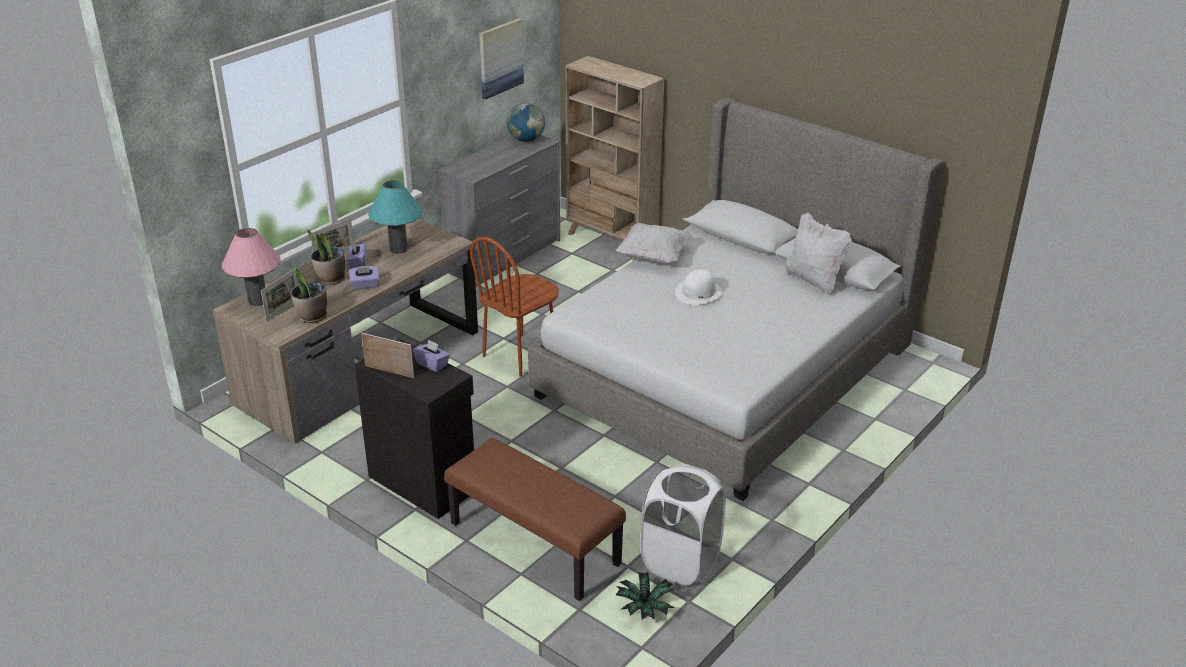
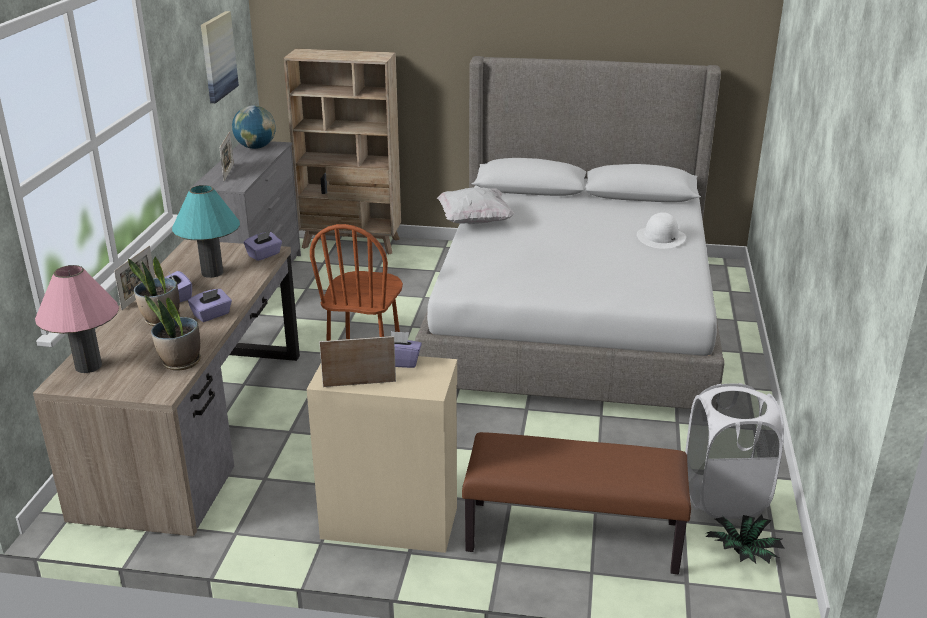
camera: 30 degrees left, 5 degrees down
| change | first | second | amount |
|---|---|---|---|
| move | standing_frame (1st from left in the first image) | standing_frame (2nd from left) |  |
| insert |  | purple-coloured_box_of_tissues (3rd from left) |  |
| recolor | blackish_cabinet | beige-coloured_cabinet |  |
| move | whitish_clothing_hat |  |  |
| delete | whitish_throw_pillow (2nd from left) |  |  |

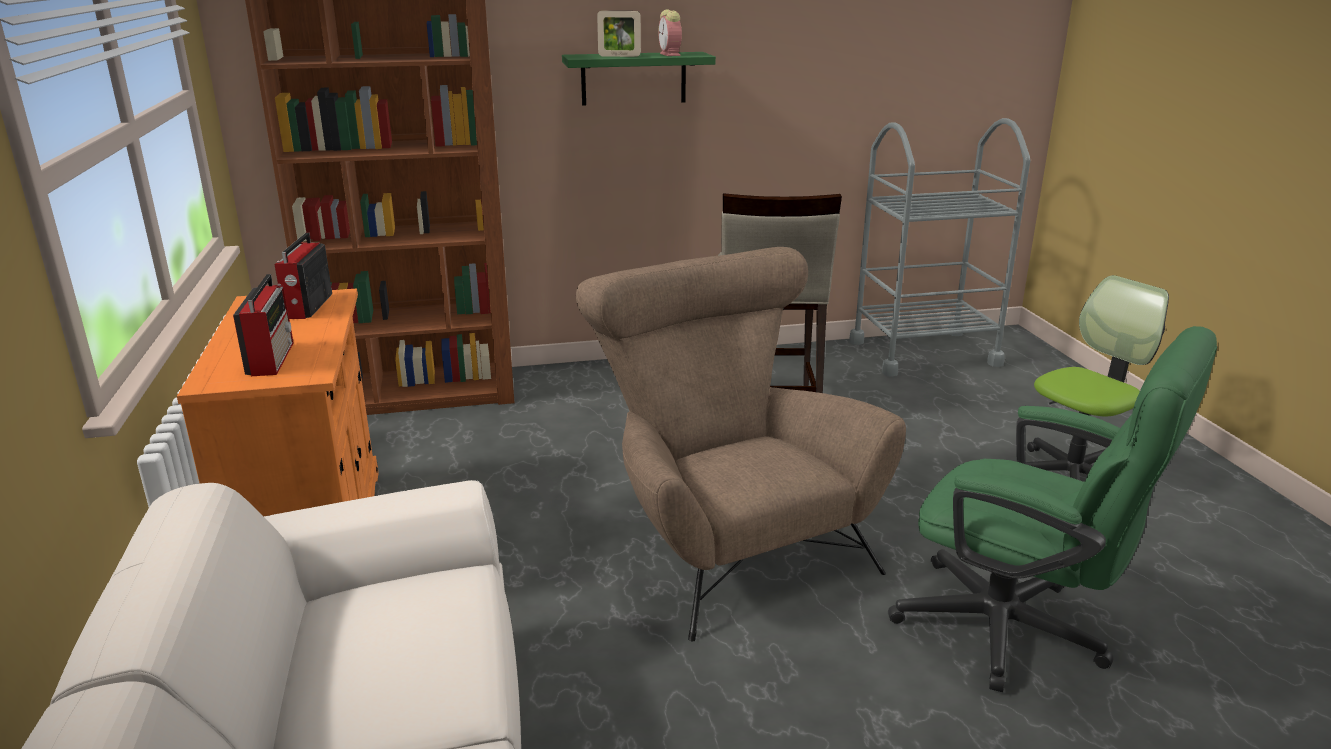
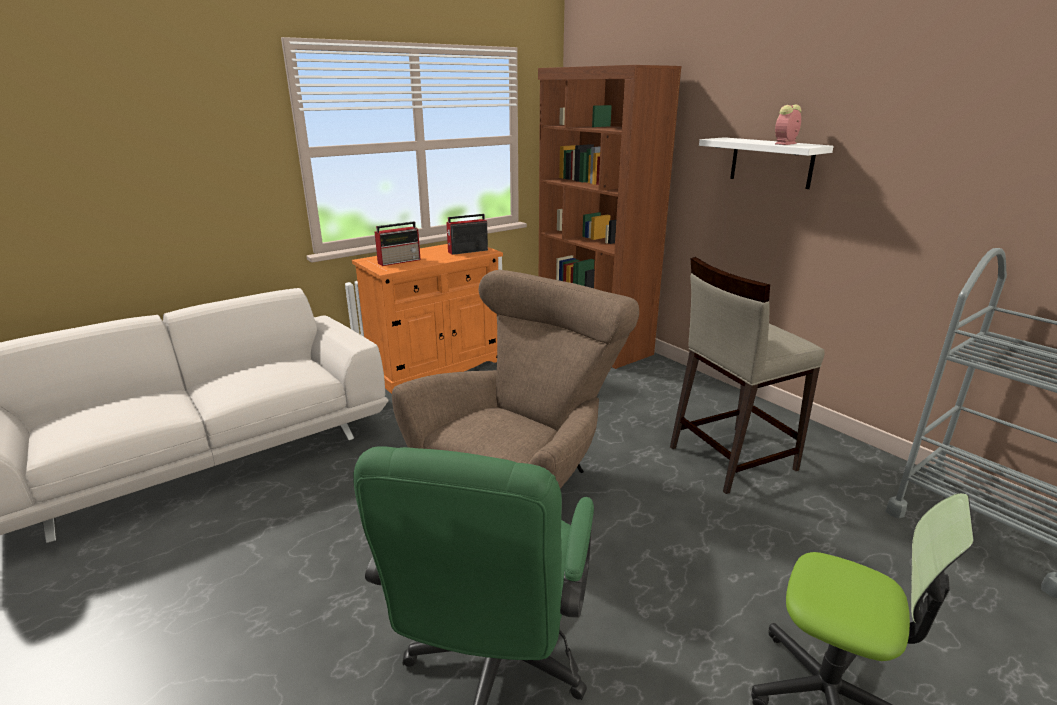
camera: 65 degrees right, 0 degrees up
| change | first | second | amount |
|---|---|---|---|
| recolor | green_shelf | whitish_shelf |  |
| delete | standing_frame |  |  |

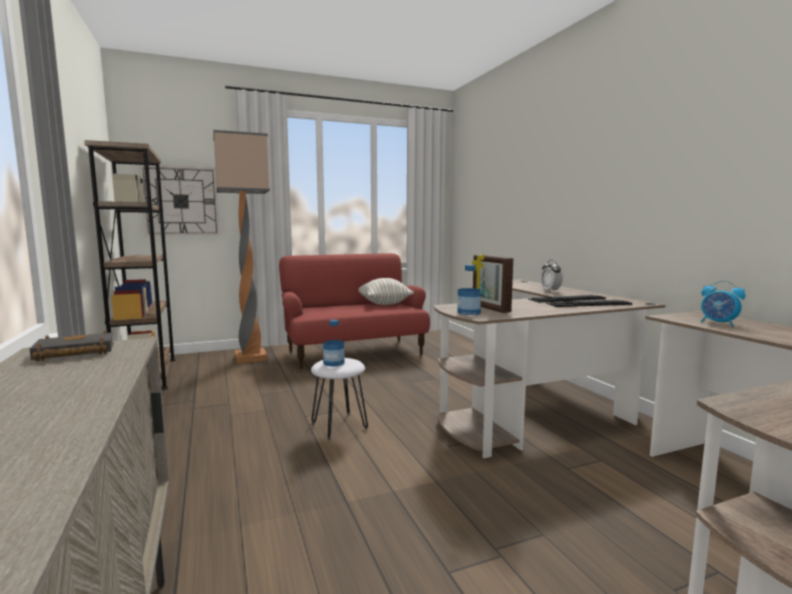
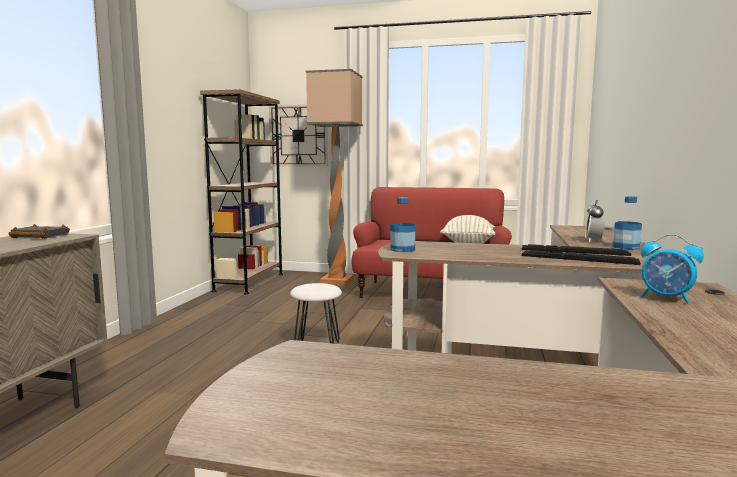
camera: 35 degrees right, 0 degrees up
| change | first | second | amount |
|---|---|---|---|
| move | bottle (1st from left in the first image) | bottle (2nd from left) |  |
| rotate | alarm_clock (2nd from left) |  | 45 degrees counterclockwise |
| delete | standing_frame |  |  |

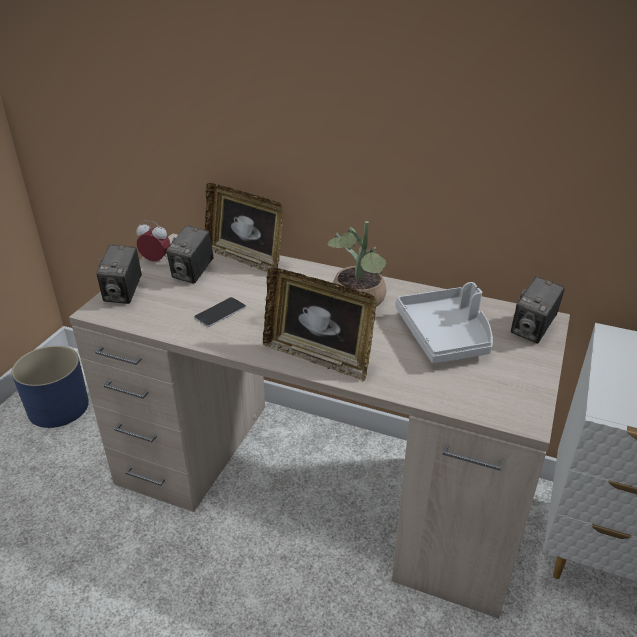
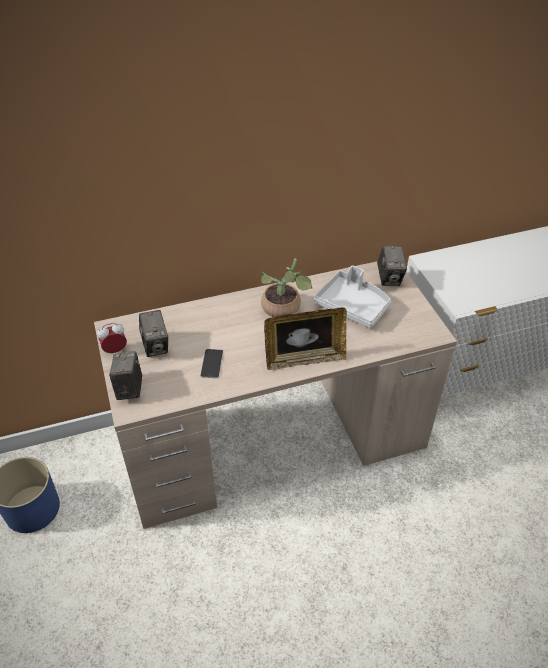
camera: 40 degrees left, 10 degrees up
| change | first | second | amount |
|---|---|---|---|
| rotate | still_camera (1st from left) |  | 150 degrees counterclockwise |
| delete | standing_frame (1st from left) |  |  |

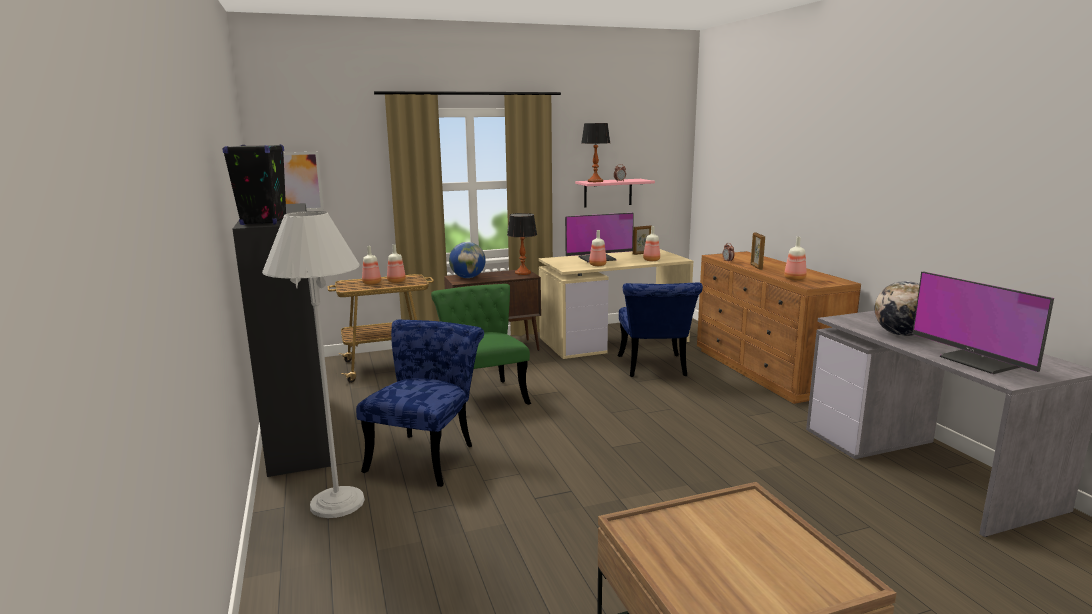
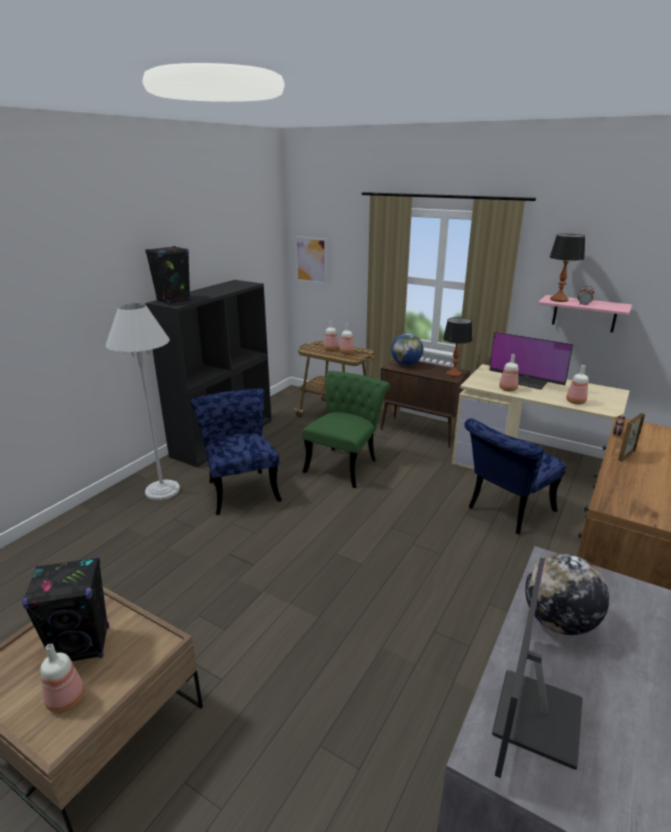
camera: 50 degrees right, 10 degrees up
| change | first | second | amount |
|---|---|---|---|
| insert |  | blackish_loudspeaker (1st from left) |  |
| move | bottle (5th from left in the first image) | bottle (1st from left) |  |
| rotate | bluish_chair (1st from left) |  | 90 degrees counterclockwise |
| delete | standing_frame (1st from left) |  |  |

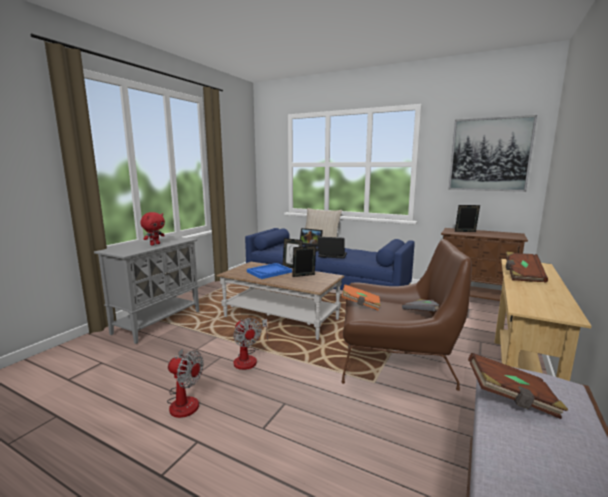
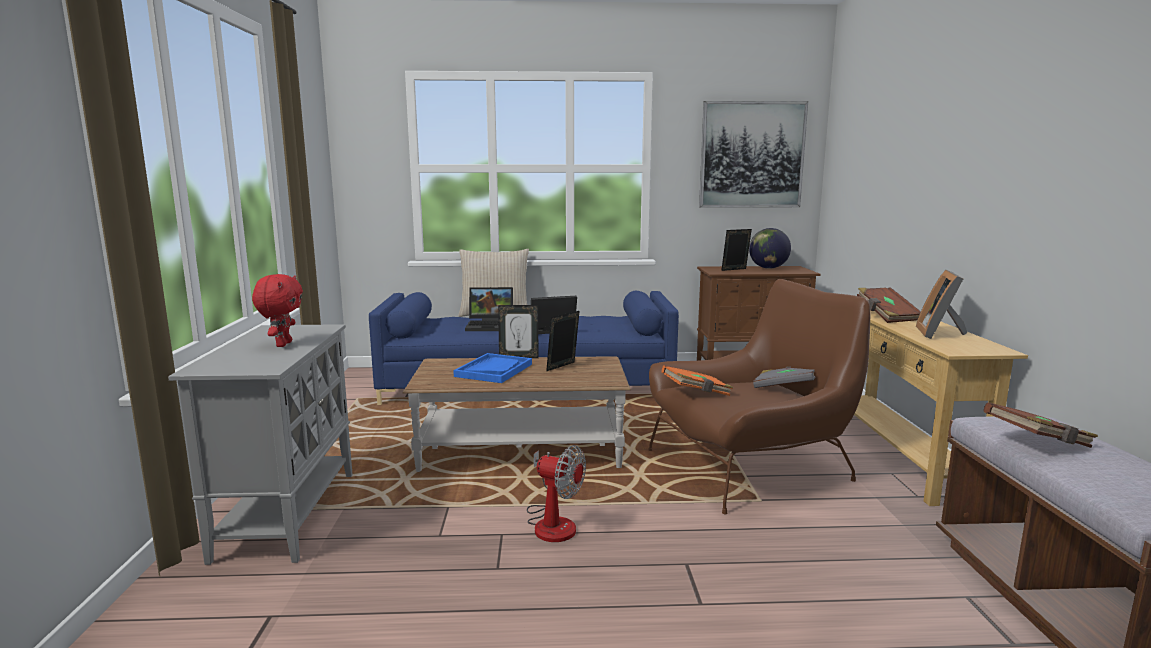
camera: 30 degrees left, 0 degrees up
| change | first | second | amount |
|---|---|---|---|
| insert |  | globe |  |
| insert |  | standing_frame (4th from left) |  |
| delete | electric_fan (1st from left) |  |  |

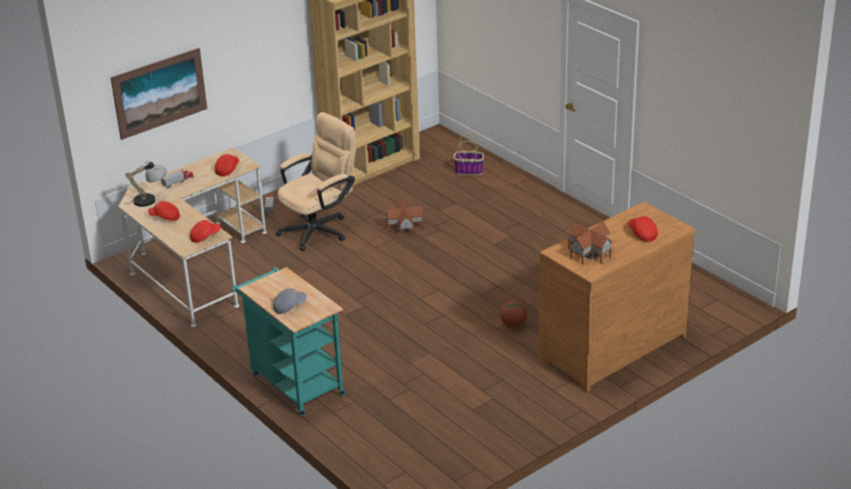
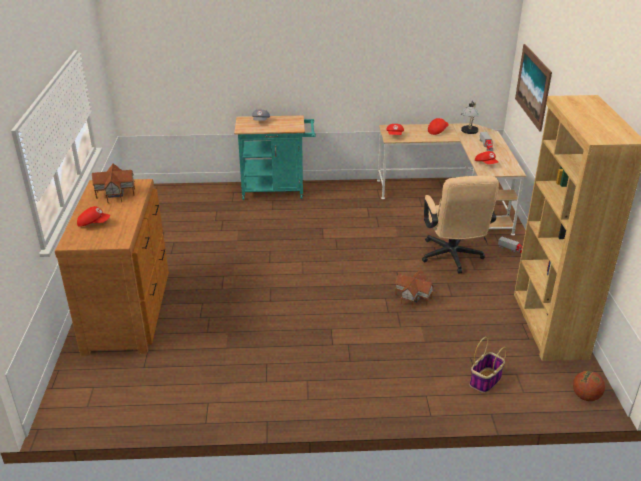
camera: 125 degrees right, 0 degrees up
| change | first | second | amount |
|---|---|---|---|
| move | ball_for_basketball |  |  |

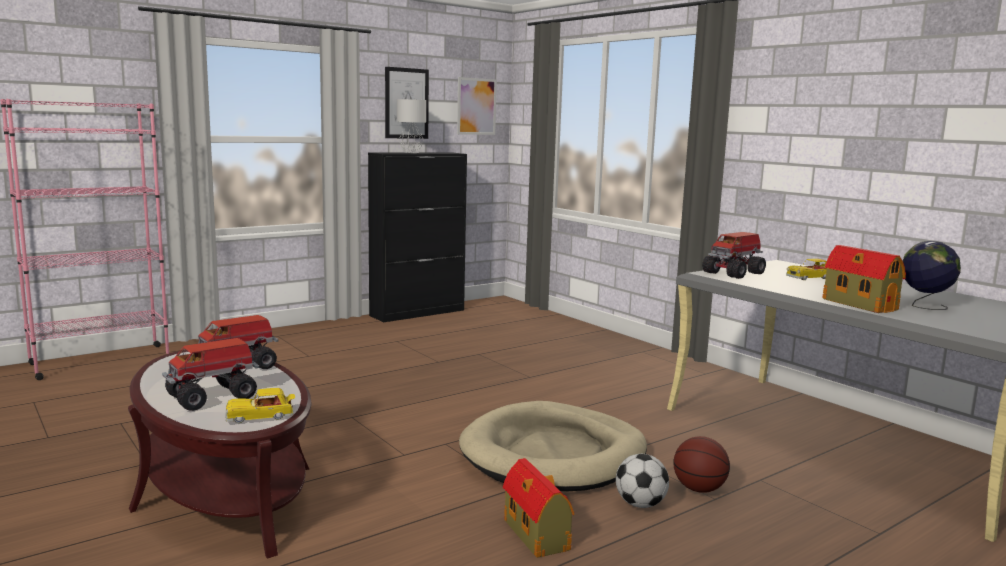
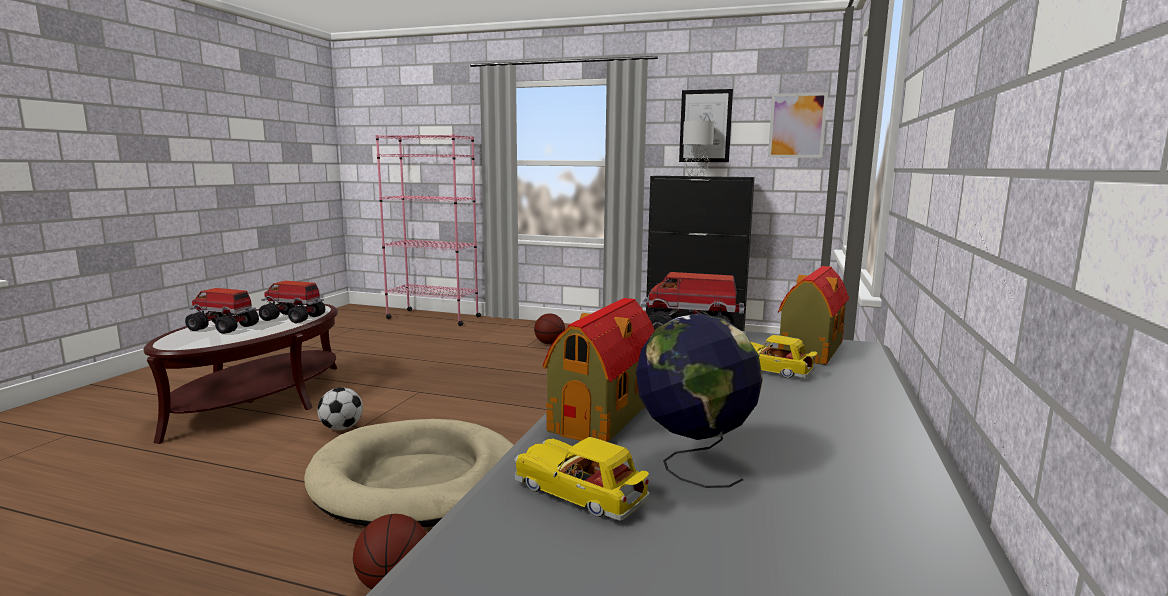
camera: 55 degrees right, 0 degrees up
| change | first | second | amount |
|---|---|---|---|
| move | football_ball |  |  |
| move | model_car (1st from left) |  |  |
| insert |  | ball_for_basketball (2nd from left) |  |
| move | miniature_house (1st from left in the first image) | miniature_house (2nd from left) |  |

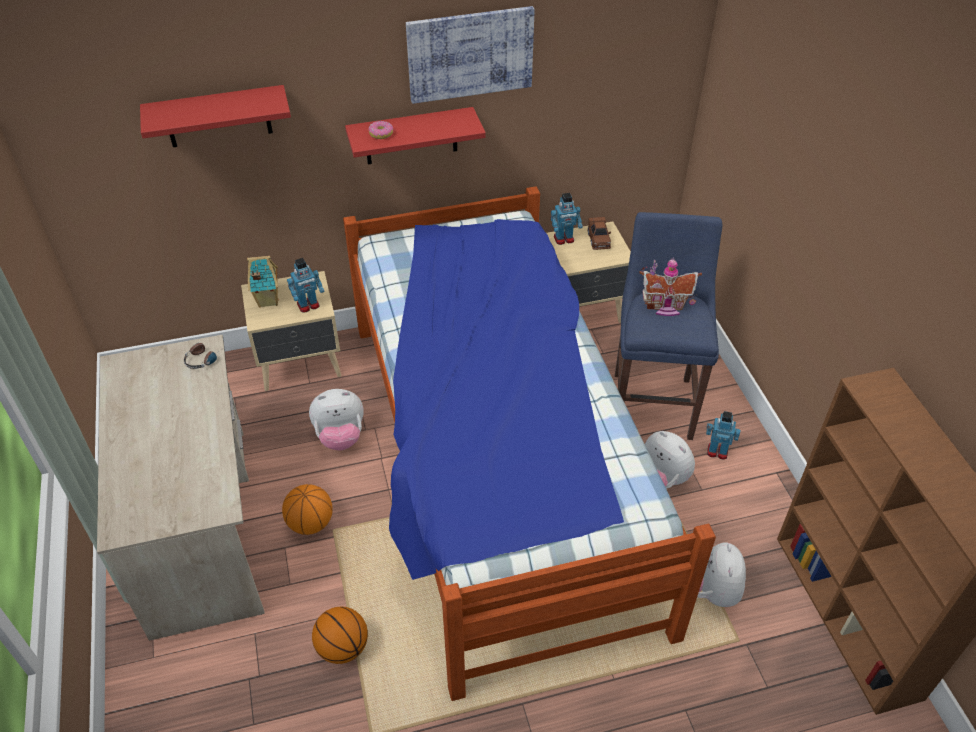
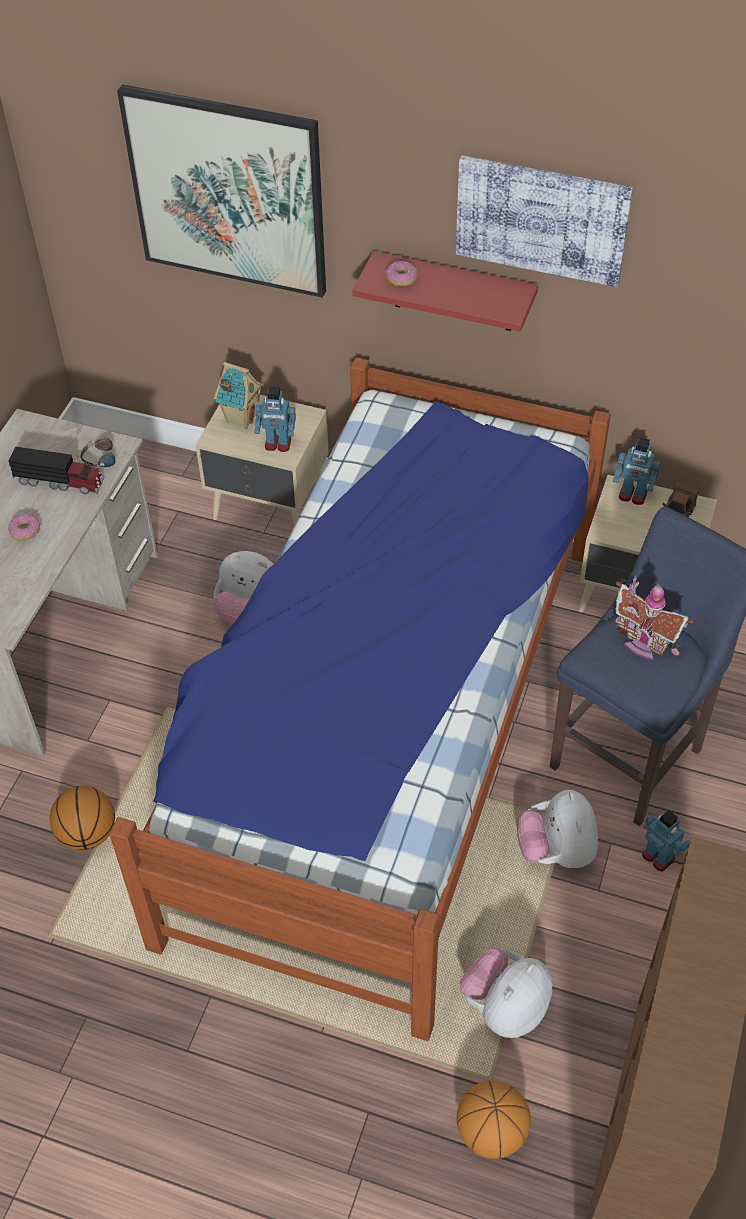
camera: 35 degrees right, 5 degrees up
| change | first | second | amount |
|---|---|---|---|
| insert |  | toy_truck |  |
| insert |  | doughnut (1st from left) |  |
| replace | red_shelf (1st from left) | wall_picture (1st from left) |  |
| move | ball_for_basketball (1st from left in the first image) | ball_for_basketball (2nd from left) |  |

